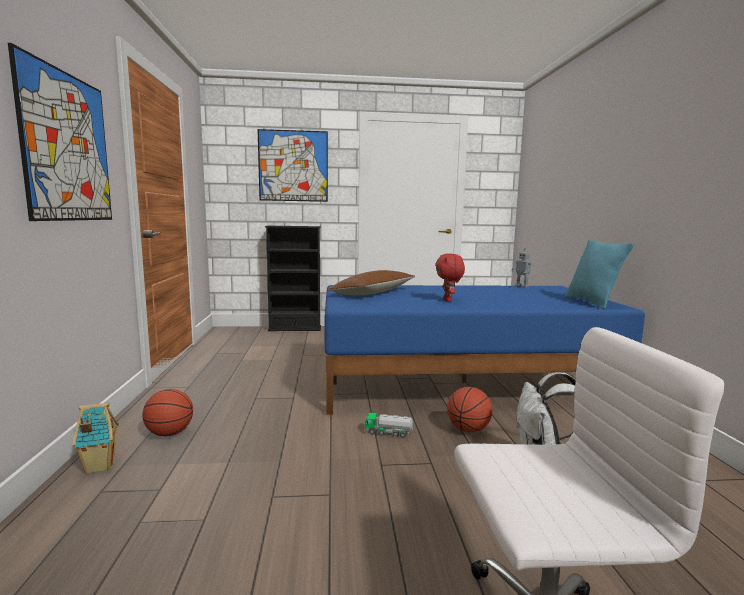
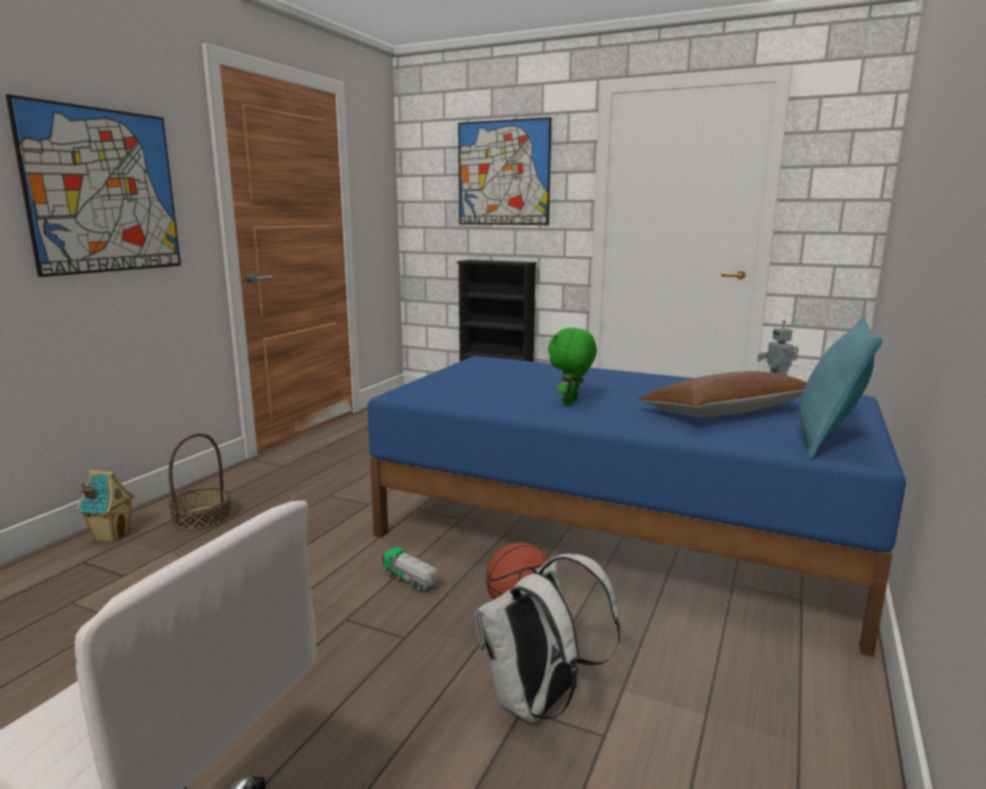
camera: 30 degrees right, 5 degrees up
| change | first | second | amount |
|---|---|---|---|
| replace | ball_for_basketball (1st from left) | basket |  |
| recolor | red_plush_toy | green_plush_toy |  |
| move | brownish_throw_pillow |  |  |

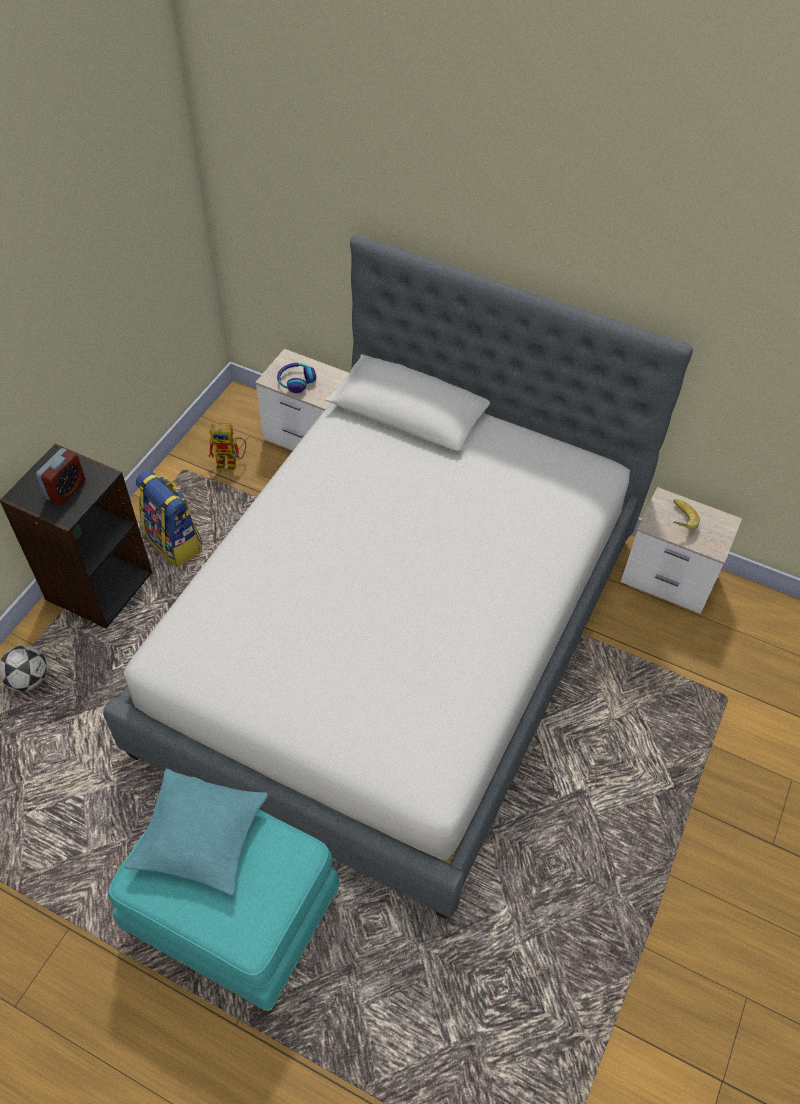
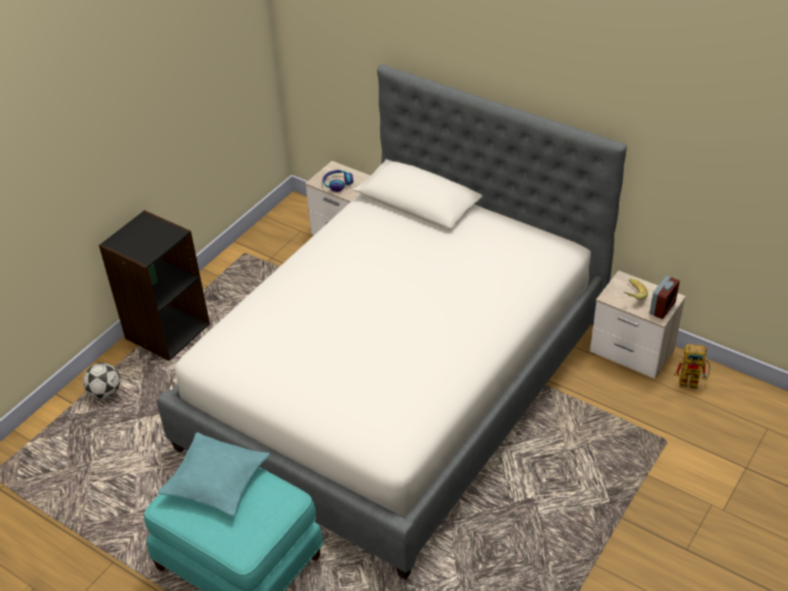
camera: 10 degrees right, 10 degrees down
| change | first | second | amount |
|---|---|---|---|
| move | alarm_clock |  |  |
| move | toy_robot |  |  |
| delete | rucksack |  |  |

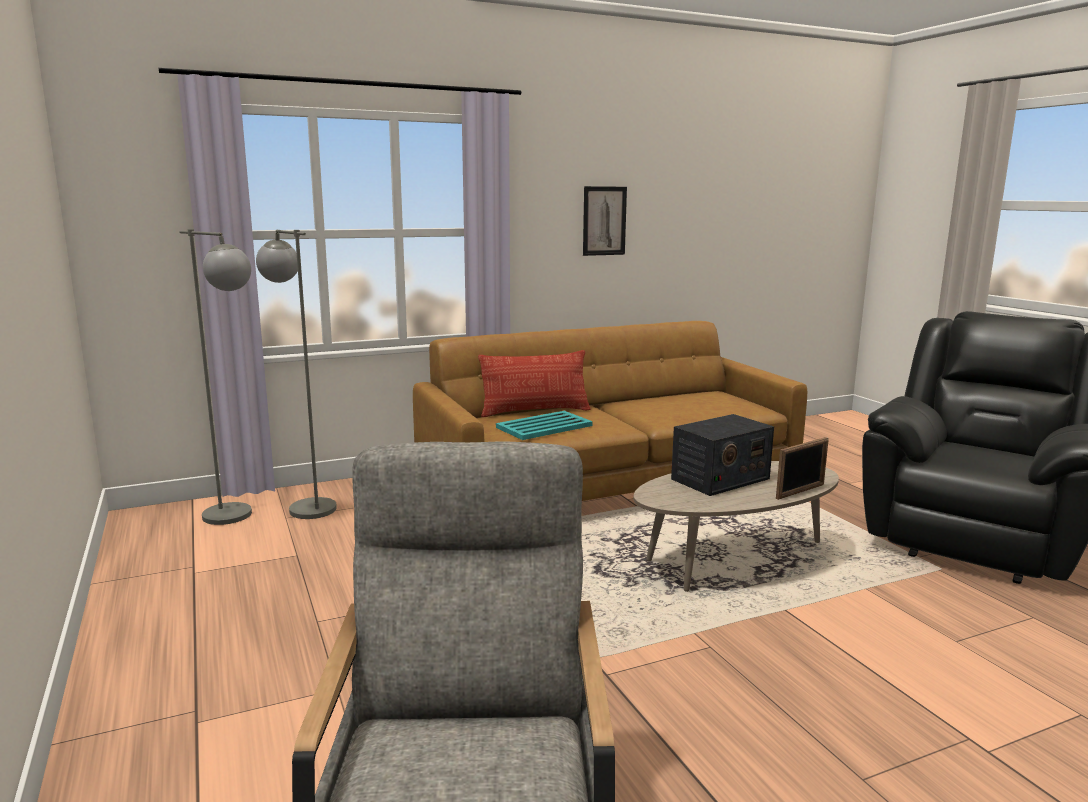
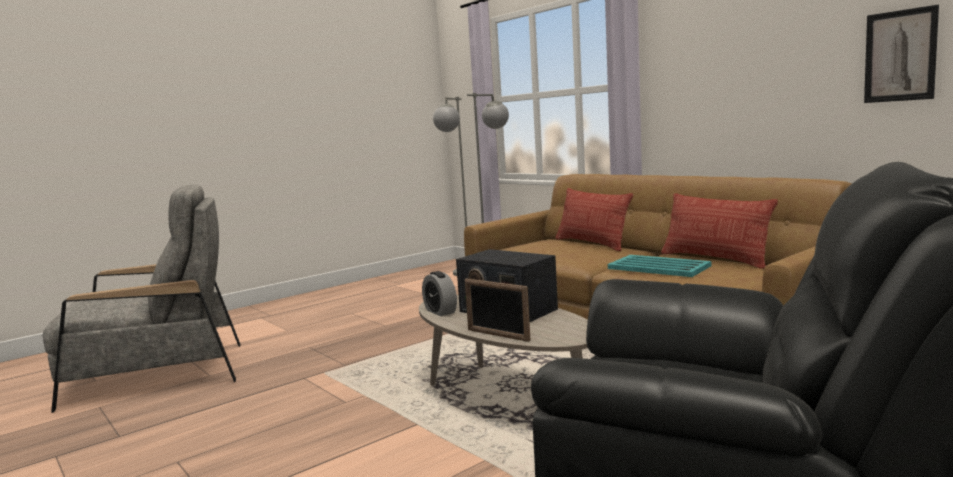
camera: 75 degrees right, 5 degrees down
| change | first | second | amount |
|---|---|---|---|
| insert |  | alarm_clock |  |
| move | blue-green_tray |  |  |
| insert |  | throw_pillow (2nd from left) |  |
| move | wall_picture |  |  |

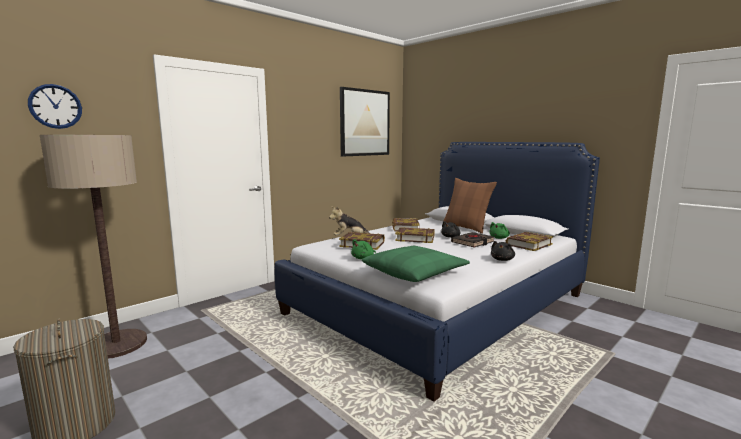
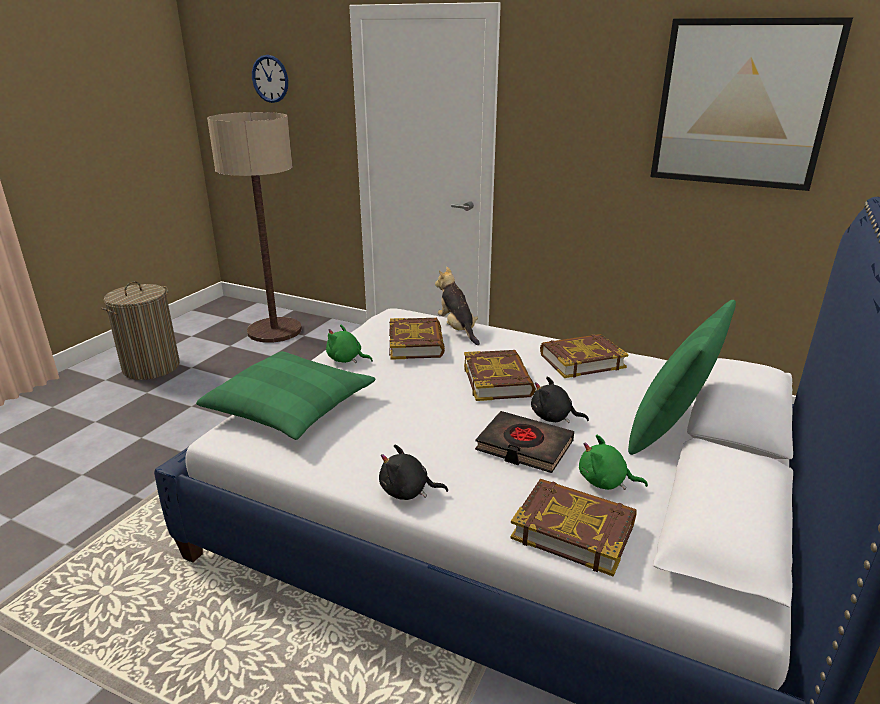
camera: 70 degrees right, 15 degrees up
| change | first | second | amount |
|---|---|---|---|
| recolor | brownish_throw_pillow | green_throw_pillow (2nd from left) |  |

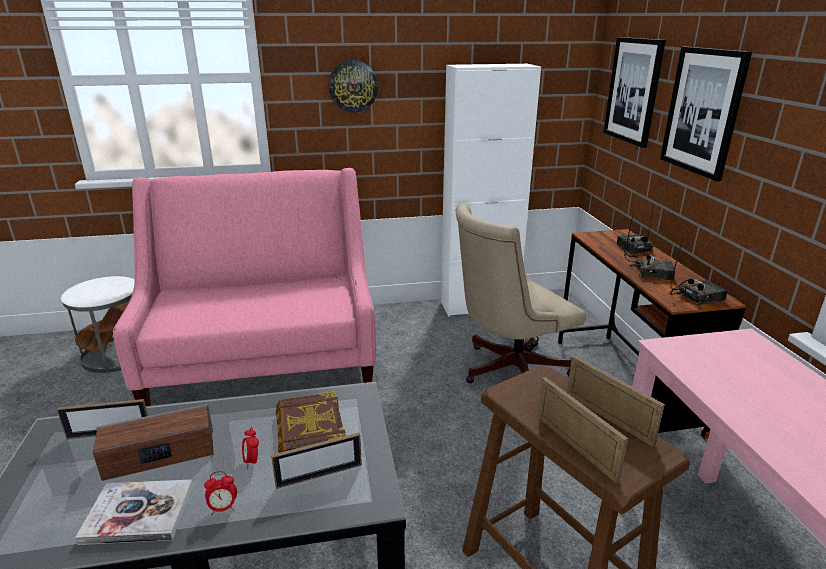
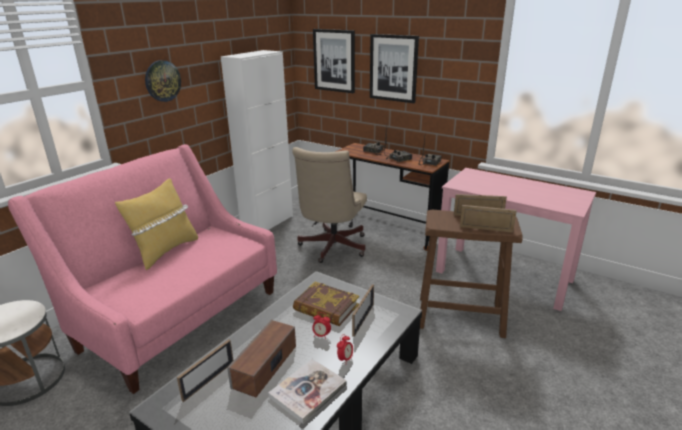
camera: 45 degrees left, 0 degrees up
| change | first | second | amount |
|---|---|---|---|
| insert |  | yellow-coloured_throw_pillow |  |

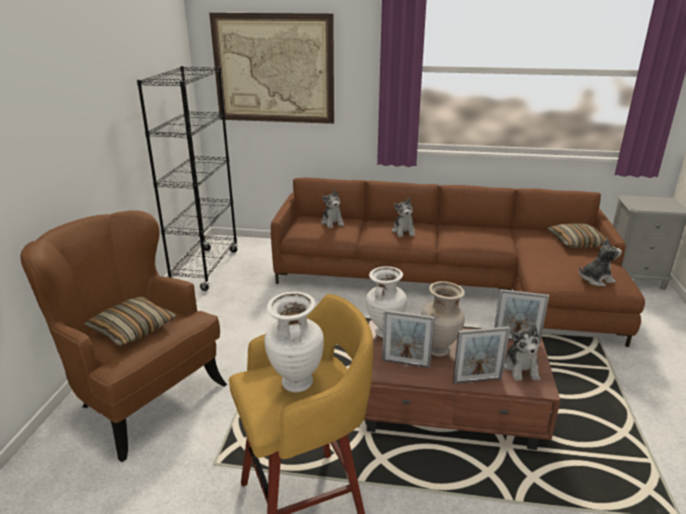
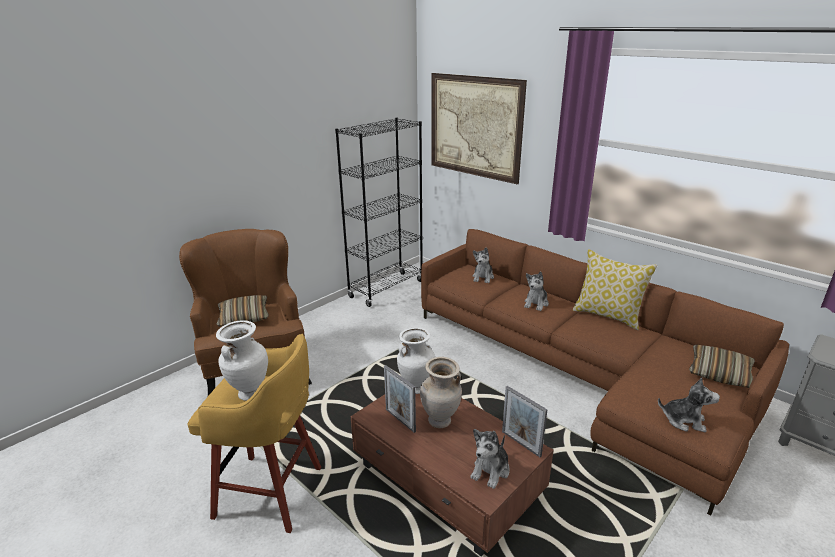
camera: 35 degrees right, 0 degrees up
| change | first | second | amount |
|---|---|---|---|
| insert |  | throw_pillow (2nd from left) |  |
| delete | standing_frame (2nd from left) |  |  |

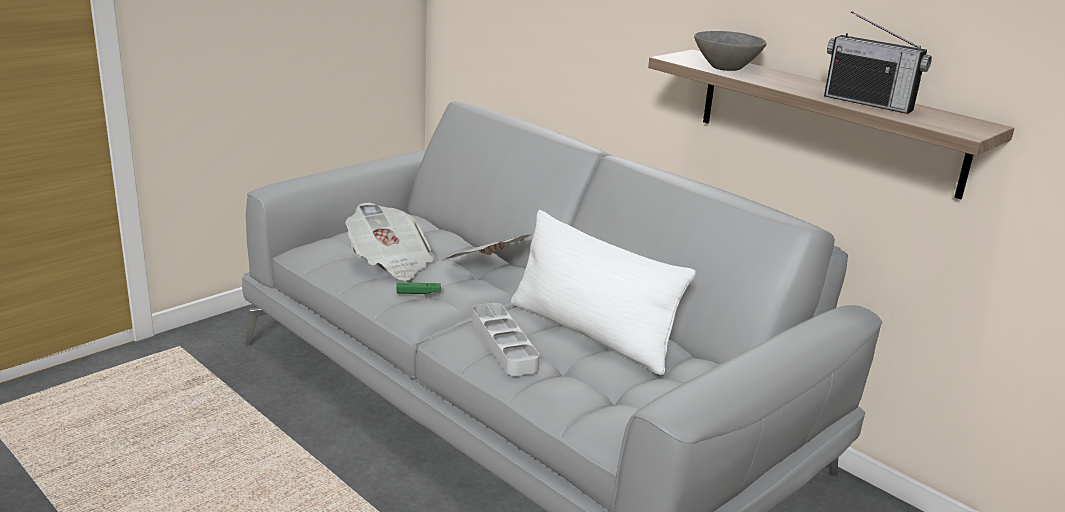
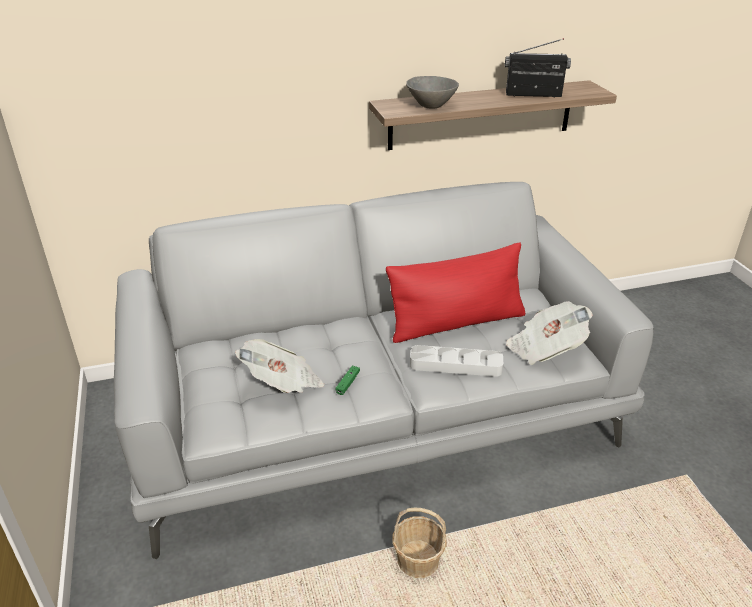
camera: 60 degrees left, 10 degrees up
| change | first | second | amount |
|---|---|---|---|
| recolor | whitish_throw_pillow | red_throw_pillow |  |
| insert |  | basket |  |
| rotate | radio_receiver |  | 150 degrees counterclockwise |
| move | daily_paper (2nd from left) |  |  |

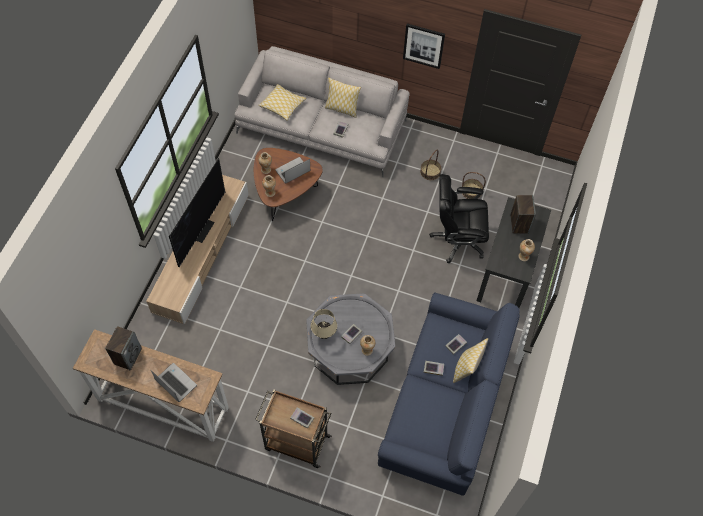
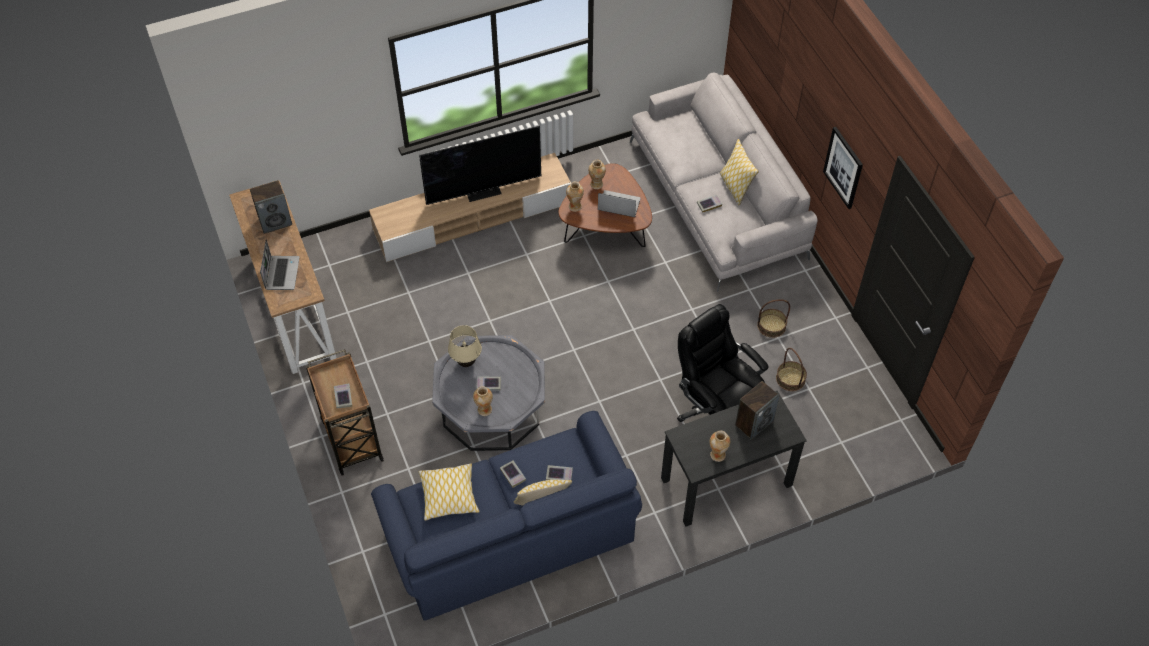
camera: 50 degrees right, 5 degrees down
| change | first | second | amount |
|---|---|---|---|
| move | throw_pillow (1st from left) |  |  |

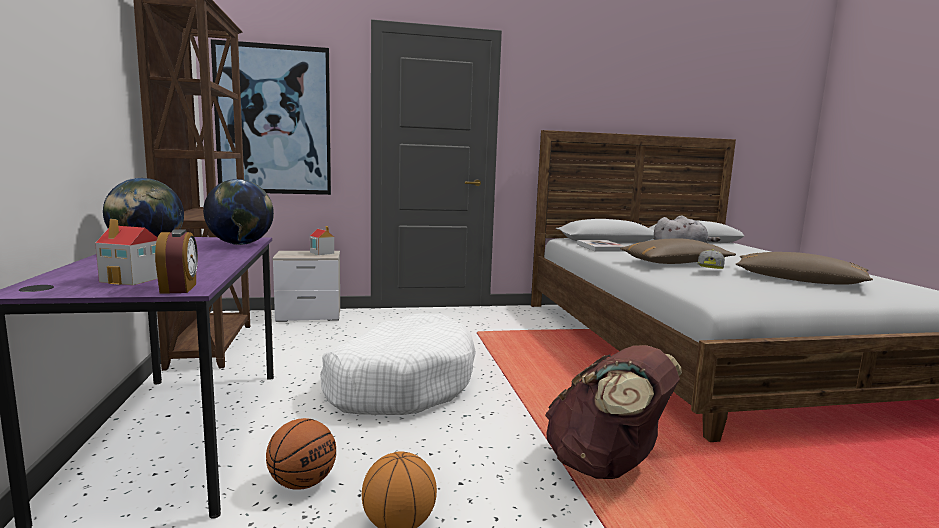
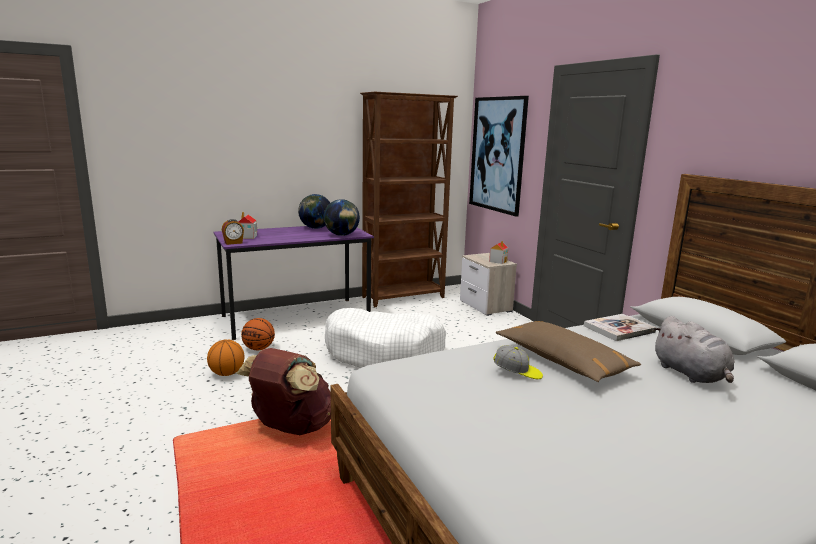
camera: 75 degrees right, 5 degrees up
| change | first | second | amount |
|---|---|---|---|
| delete | brownish_throw_pillow (2nd from left) |  |  |

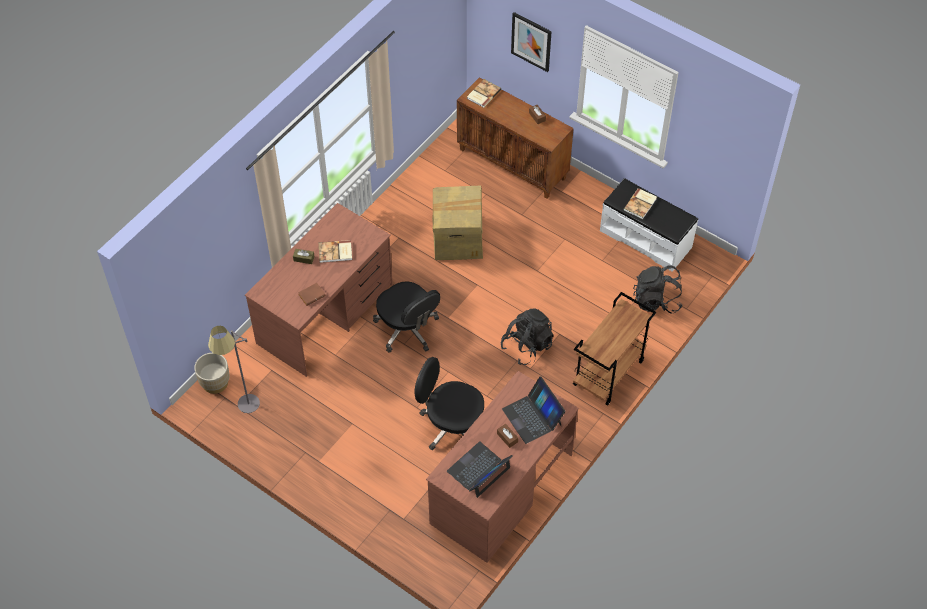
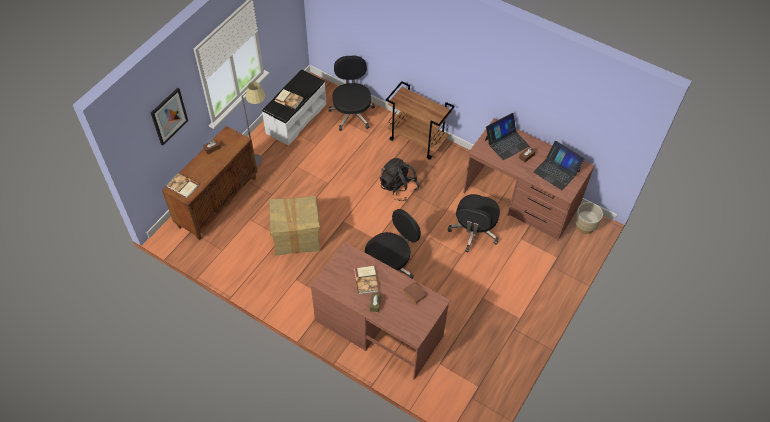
camera: 95 degrees left, 0 degrees up
| change | first | second | amount |
|---|---|---|---|
| move | gray_standing_lamp |  |  |
| replace | blackish_rucksack (2nd from left) | blackish_office_chair (1st from left) |  |
| move | beige-coloured_planter |  |  |

